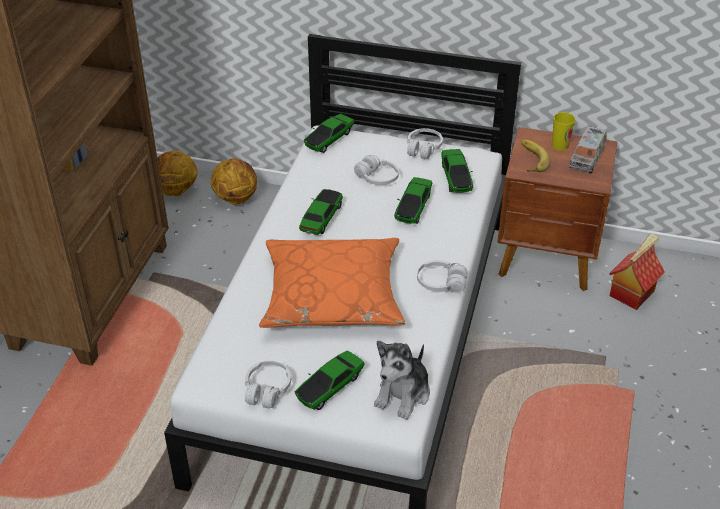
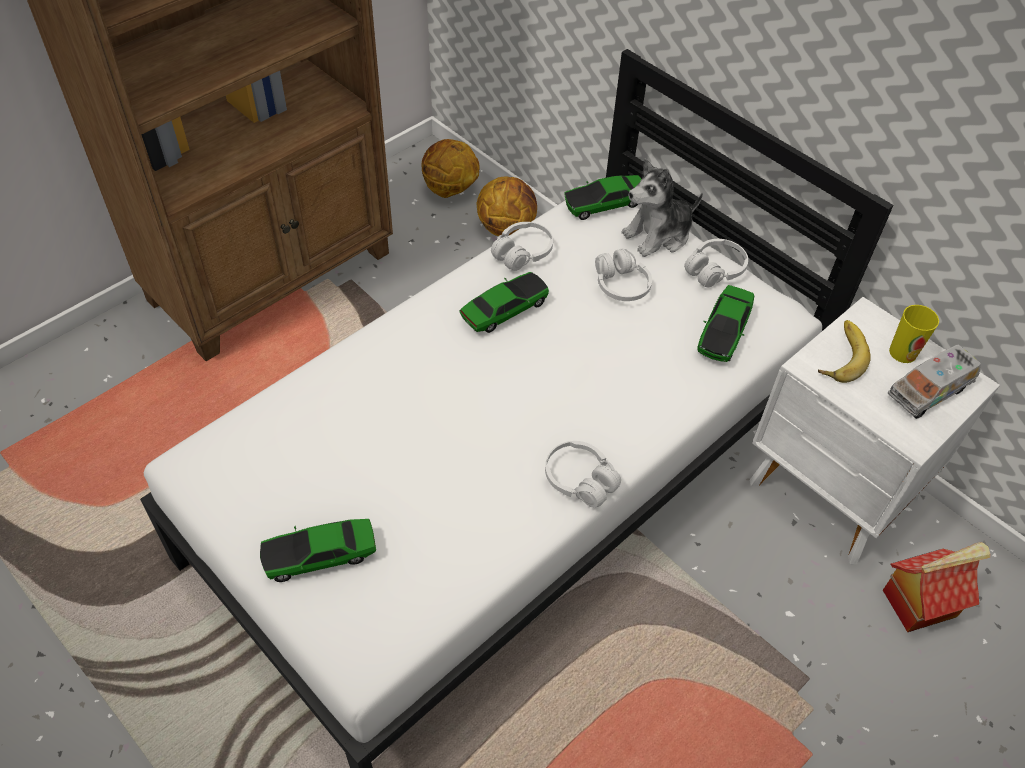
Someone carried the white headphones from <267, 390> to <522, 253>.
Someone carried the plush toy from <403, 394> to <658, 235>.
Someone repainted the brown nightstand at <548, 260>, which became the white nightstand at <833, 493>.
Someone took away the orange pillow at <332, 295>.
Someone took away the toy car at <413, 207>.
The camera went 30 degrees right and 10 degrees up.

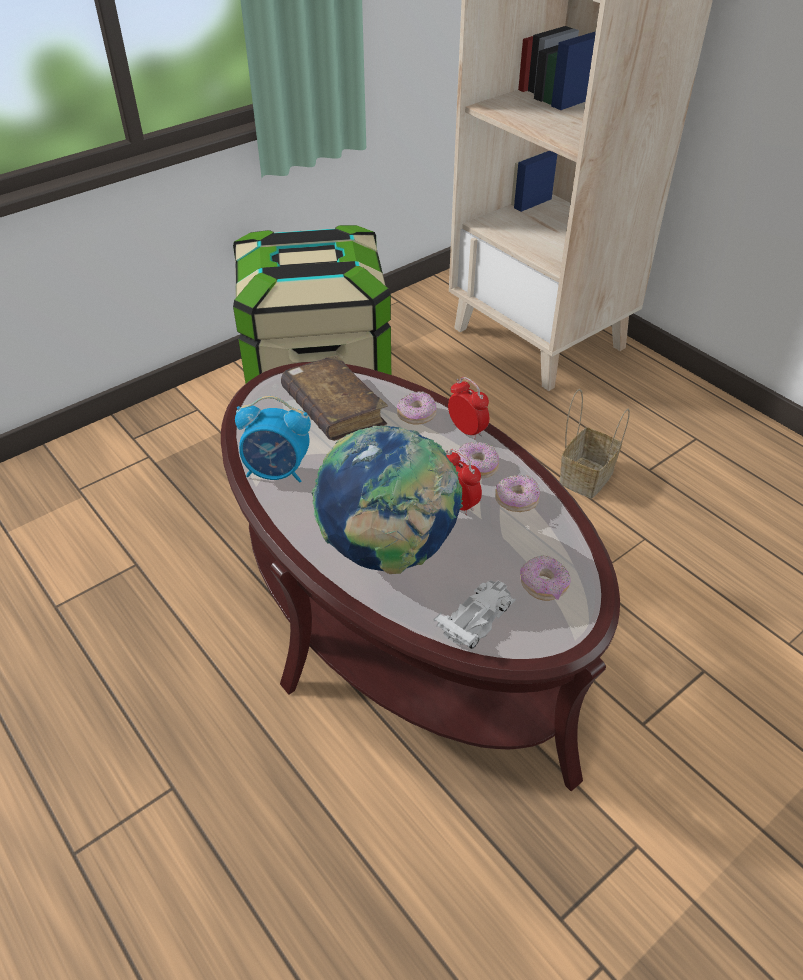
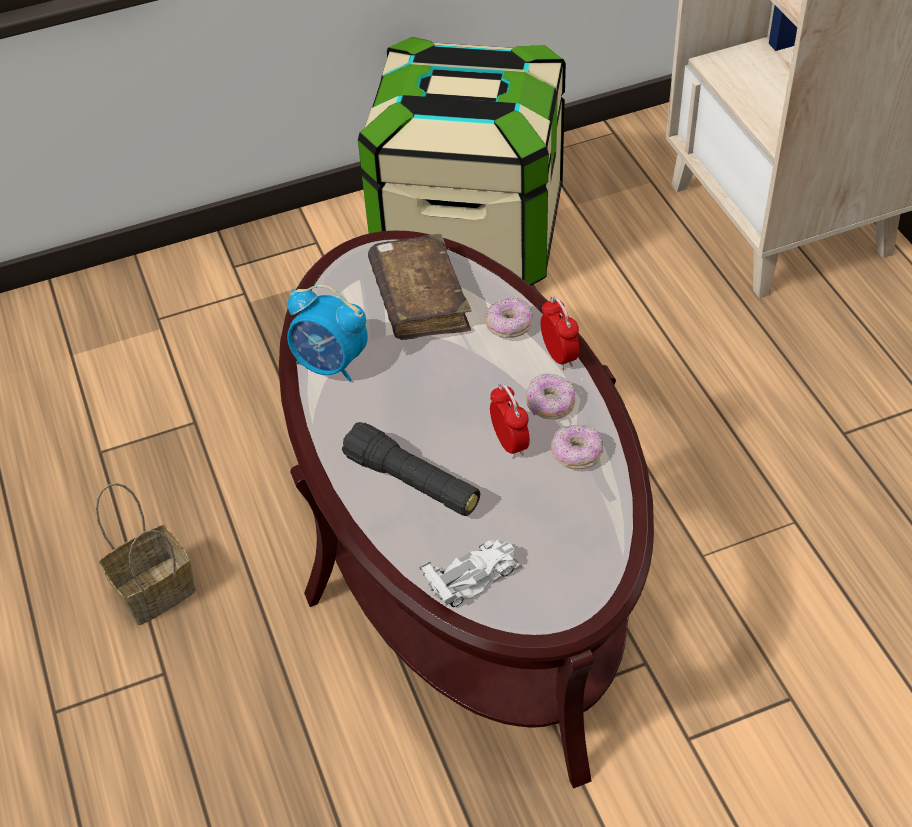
Someone carried the basket from <586, 476> to <157, 588>.
Someone swapped the globe at <388, 552> for the black flashlight at <412, 482>.
Someone took away the donut at <543, 585>.
The camera went 20 degrees right and 5 degrees up.

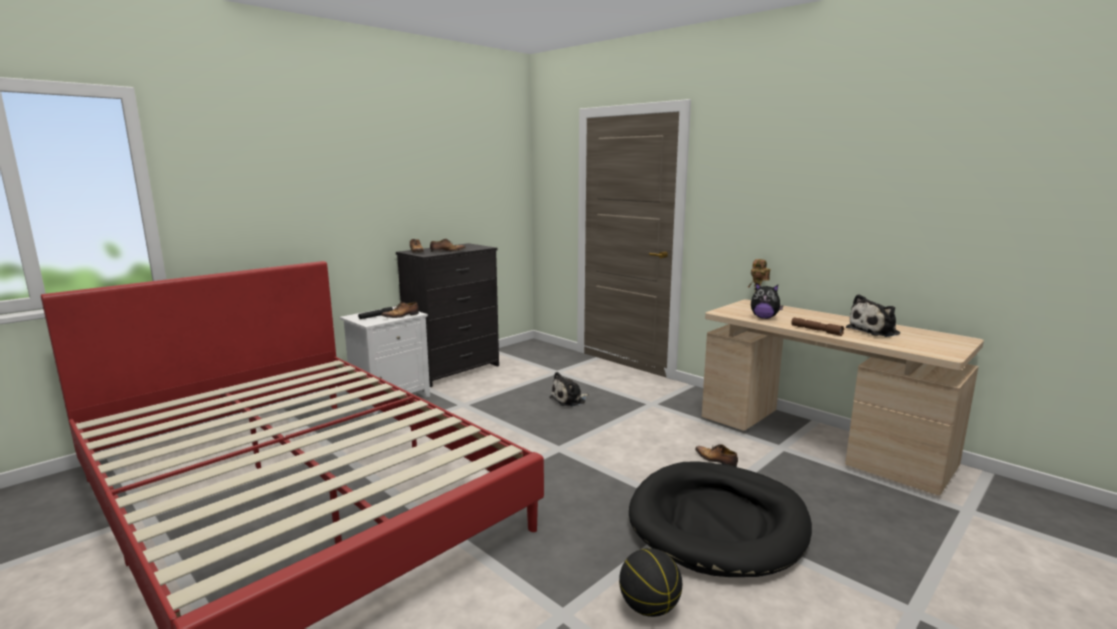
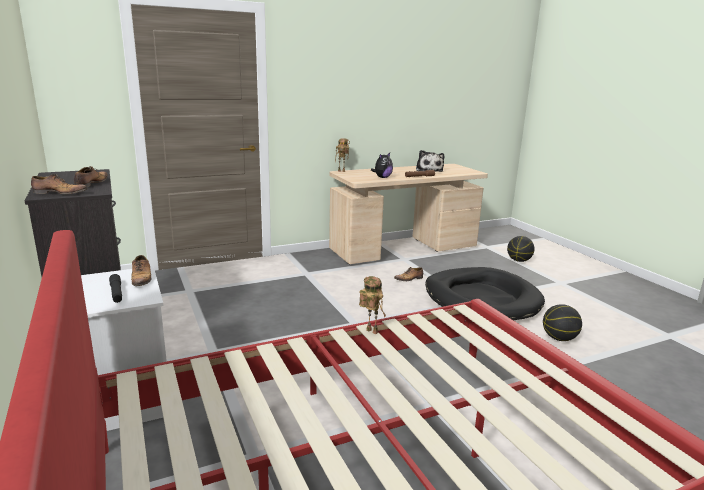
Someone put down the toy robot at <370, 331>.
Someone put down the basketball at <519, 260>.
Someone took away the plush toy at <569, 400>.
The camera went 70 degrees left and 5 degrees up.

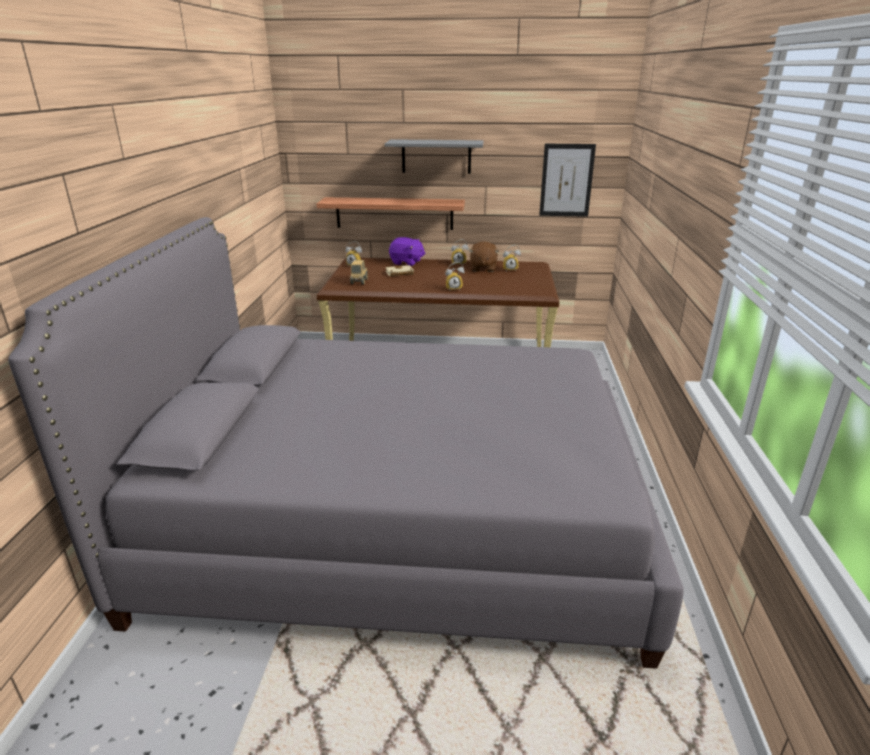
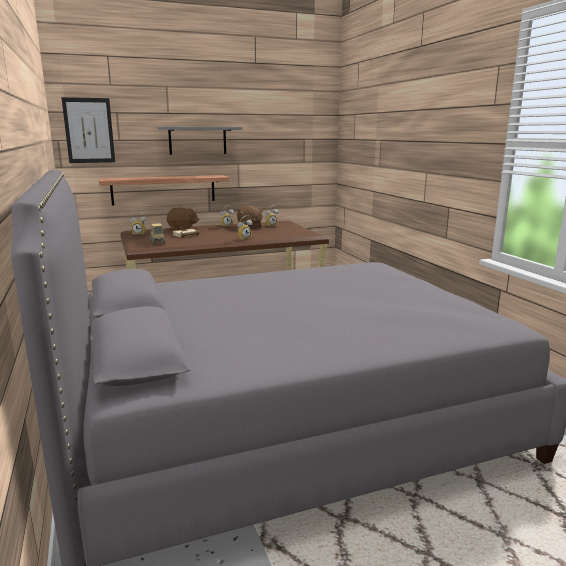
Someone carried the picture from <566, 180> to <89, 130>.
Someone repainted the purple plush toy at <406, 262>, which became the brown plush toy at <182, 229>.
The camera went 25 degrees left and 10 degrees down.

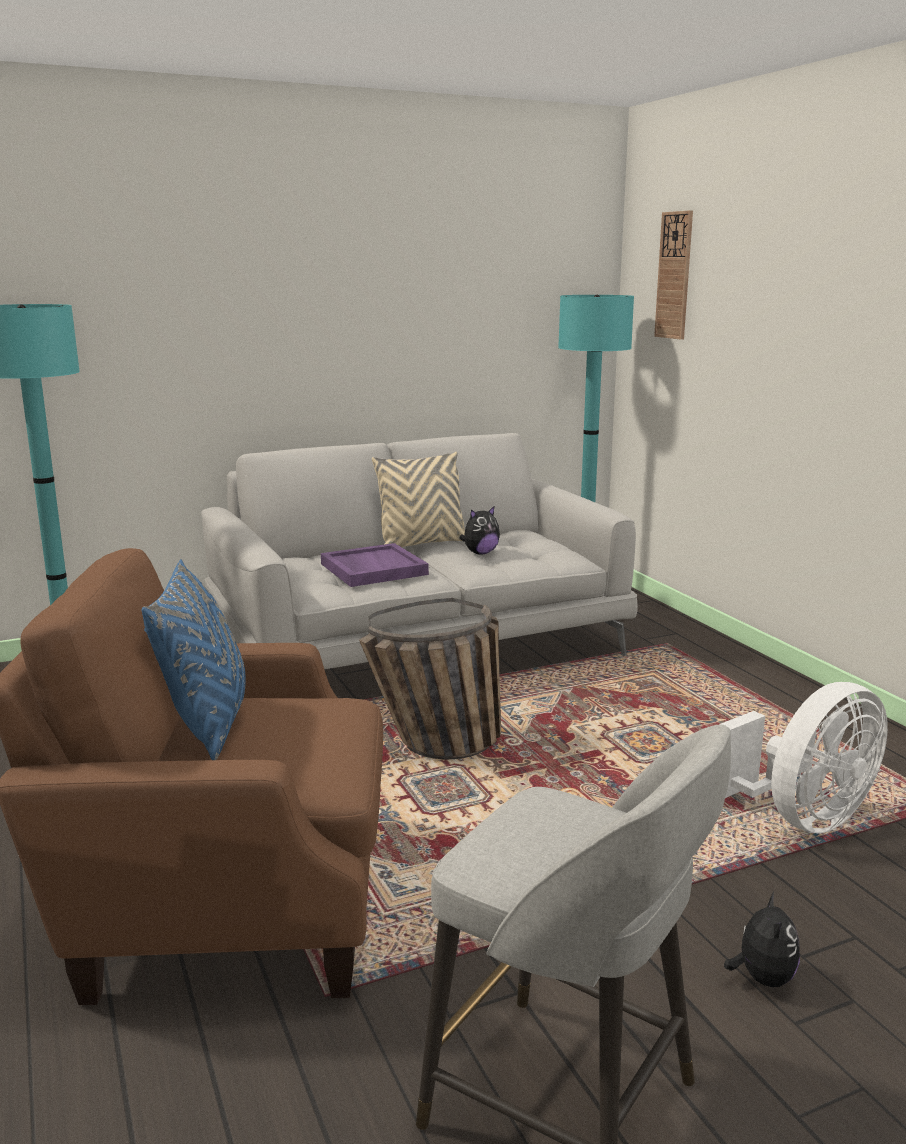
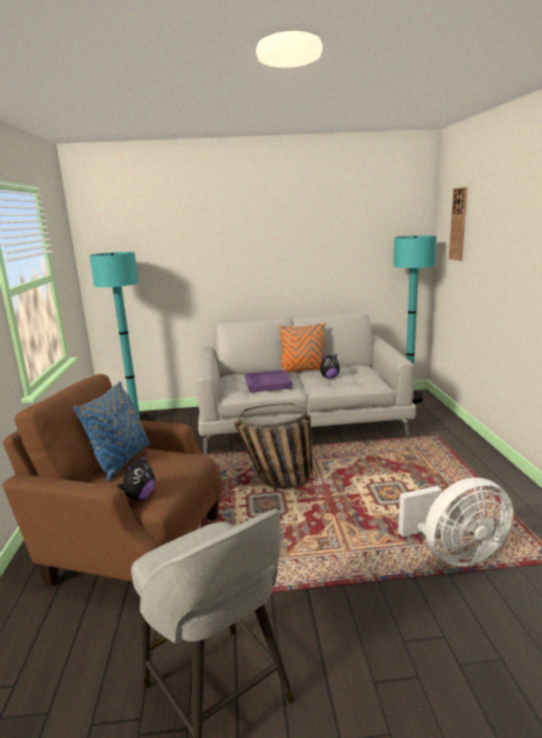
Someone carried the plush toy from <762, 977> to <140, 497>.
Someone repainted the beige pillow at <421, 544>, which became the orange pillow at <303, 370>.
The camera went 20 degrees right and 0 degrees up.

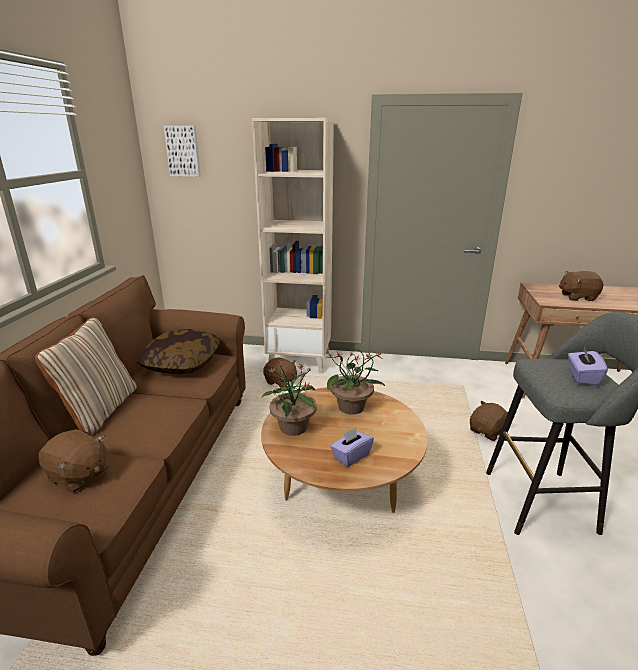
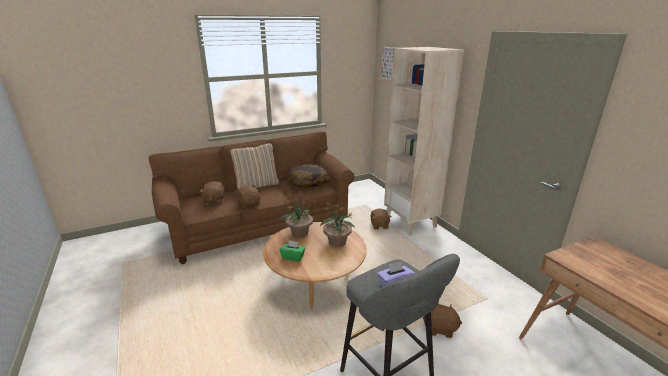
Someone carried the brown plush toy from <577, 297> to <249, 204>.
Someone repainted the purple tissue box at <351, 456>, which became the green tissue box at <293, 257>.
The camera went 55 degrees right and 0 degrees up.

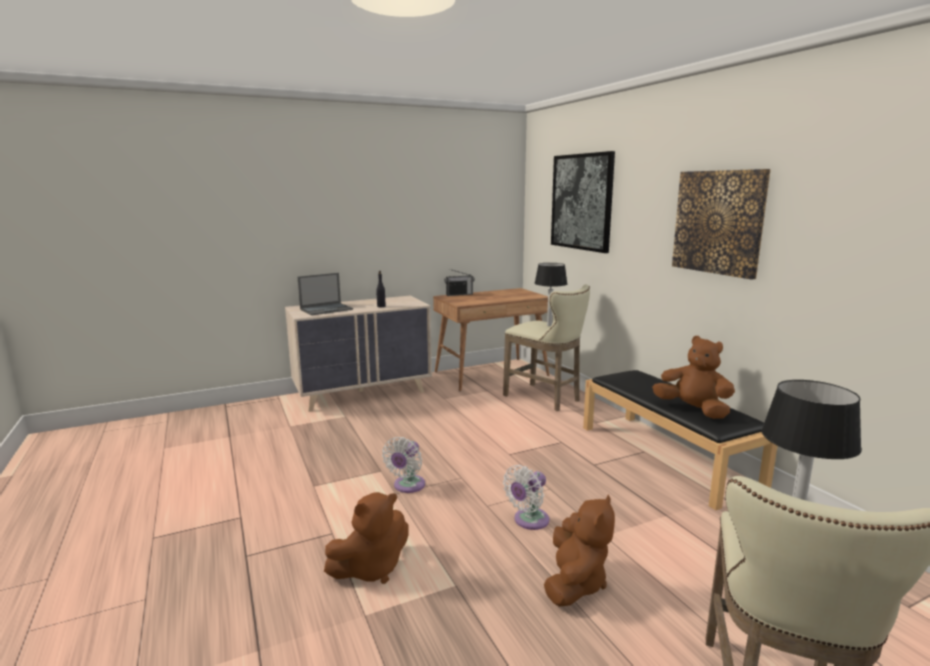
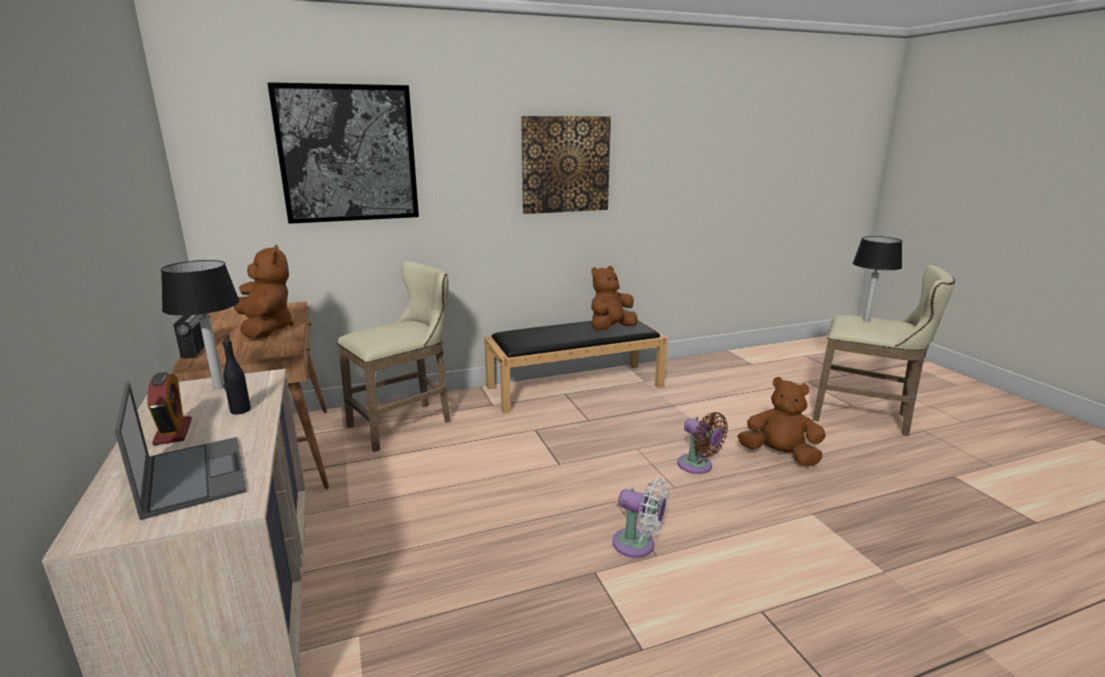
Someone put down the alarm clock at <173, 432>.
Someone carried the table lamp from <549, 325> to <218, 387>.
Someone carried the brown plush toy from <371, 568> to <266, 329>.
Someone repainted the white fan at <528, 521>, which became the brown fan at <698, 466>.
The camera went 85 degrees left and 5 degrees up.

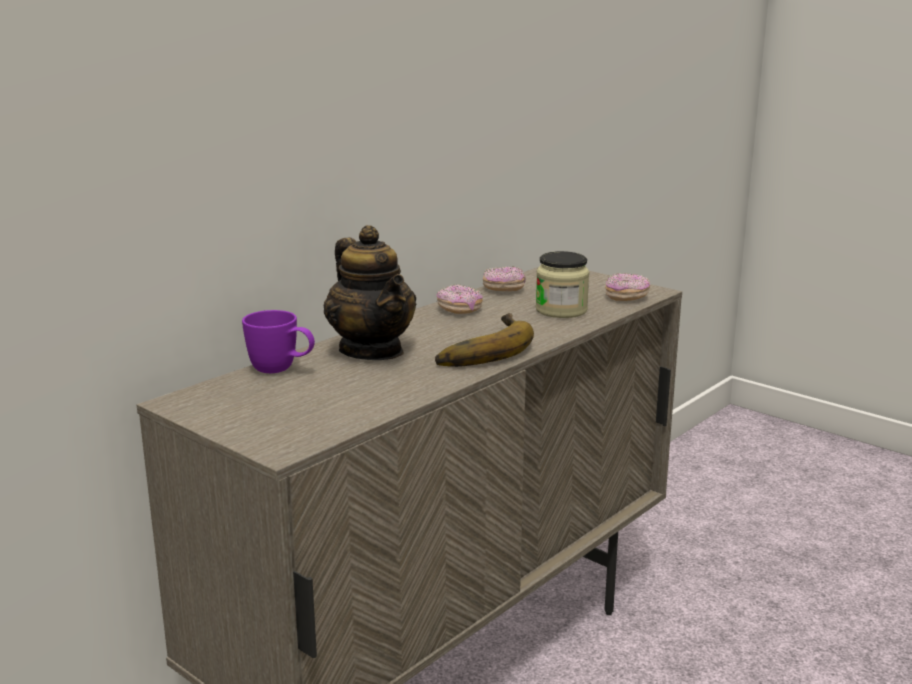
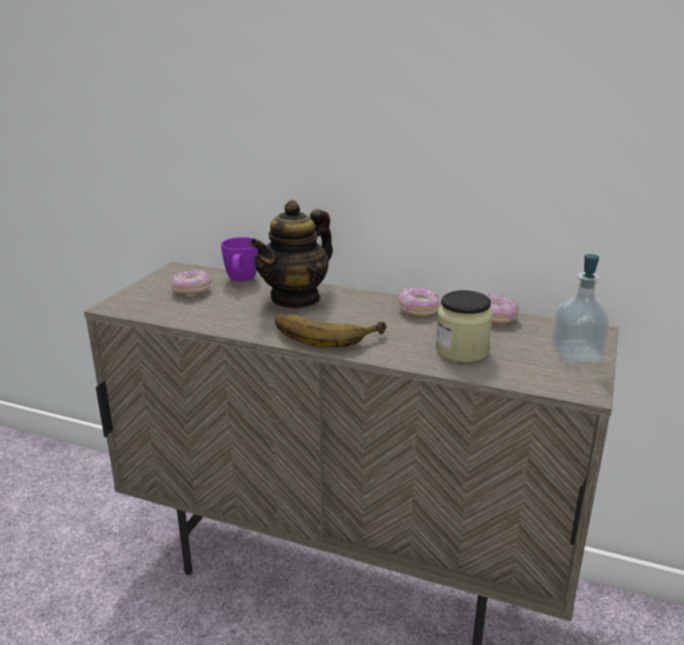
Someone carried the donut from <626, 297> to <191, 291>.
Someone put down the soap dispenser at <576, 354>.
The camera went 70 degrees right and 5 degrees up.

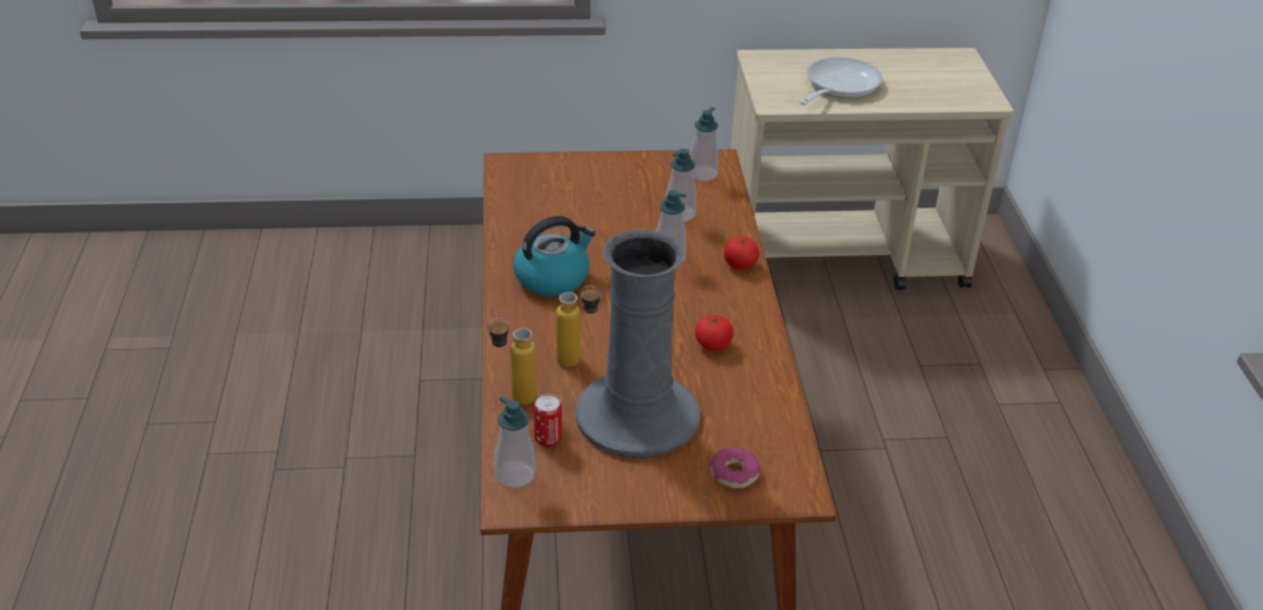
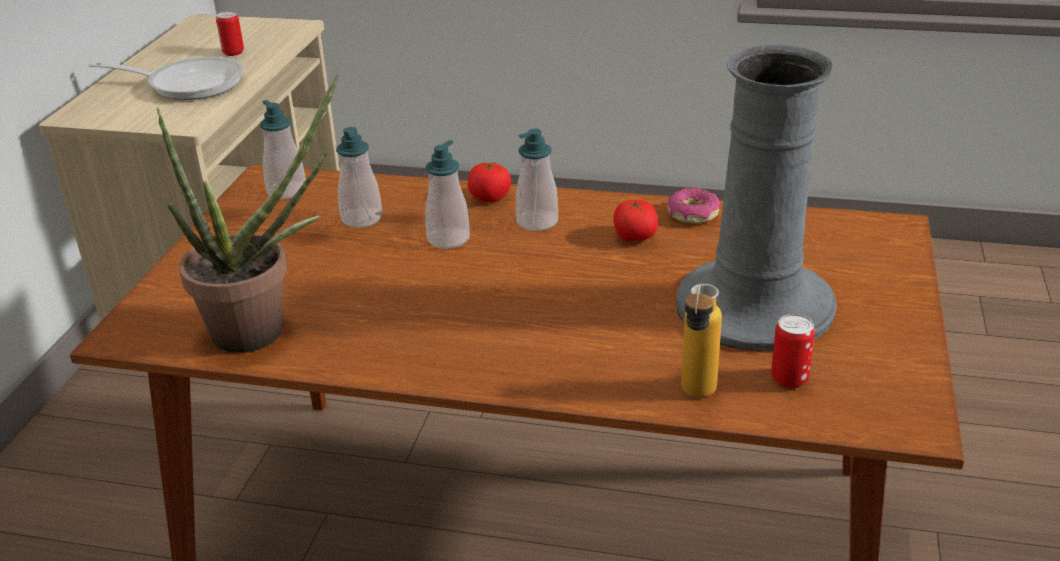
Someone rotated the frying pan at <838, 86> by 135 degrees clockwise.
Someone put down the potted plant at <264, 330>.
Someone put down the can at <233, 52>.
Someone carried the soap dispenser from <515, 475> to <537, 222>.
Someone carried the donut from <733, 474> to <692, 214>.
Someone took away the kettle at <553, 278>.
Someone took away the bottle at <578, 361>.
The camera went 70 degrees left and 5 degrees down.

